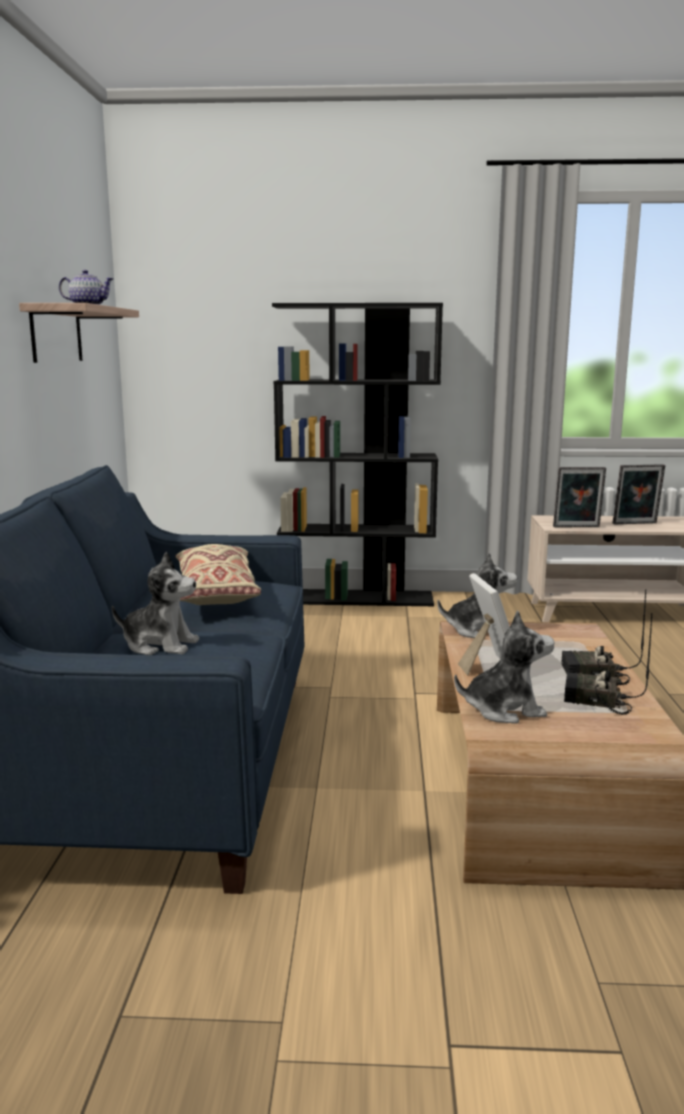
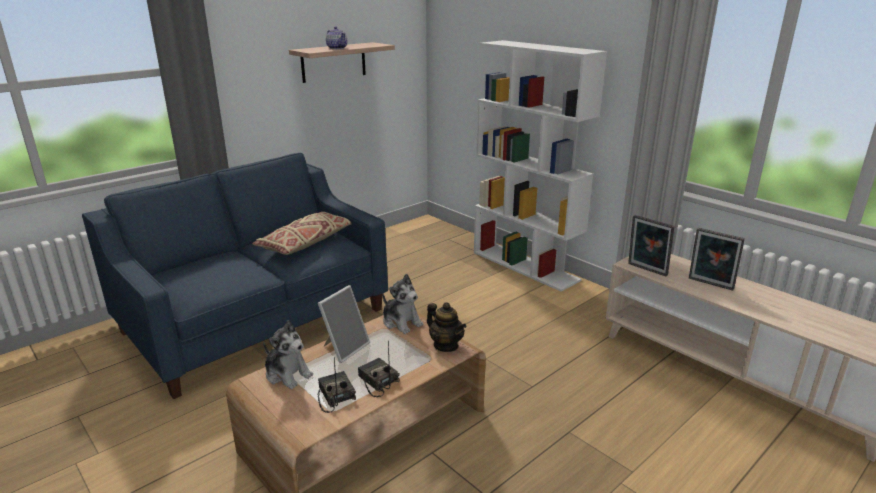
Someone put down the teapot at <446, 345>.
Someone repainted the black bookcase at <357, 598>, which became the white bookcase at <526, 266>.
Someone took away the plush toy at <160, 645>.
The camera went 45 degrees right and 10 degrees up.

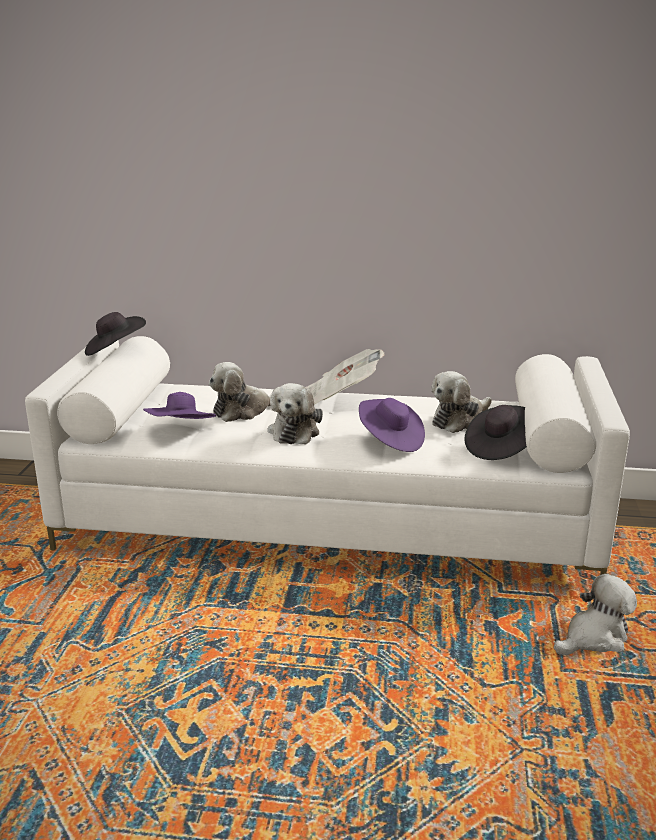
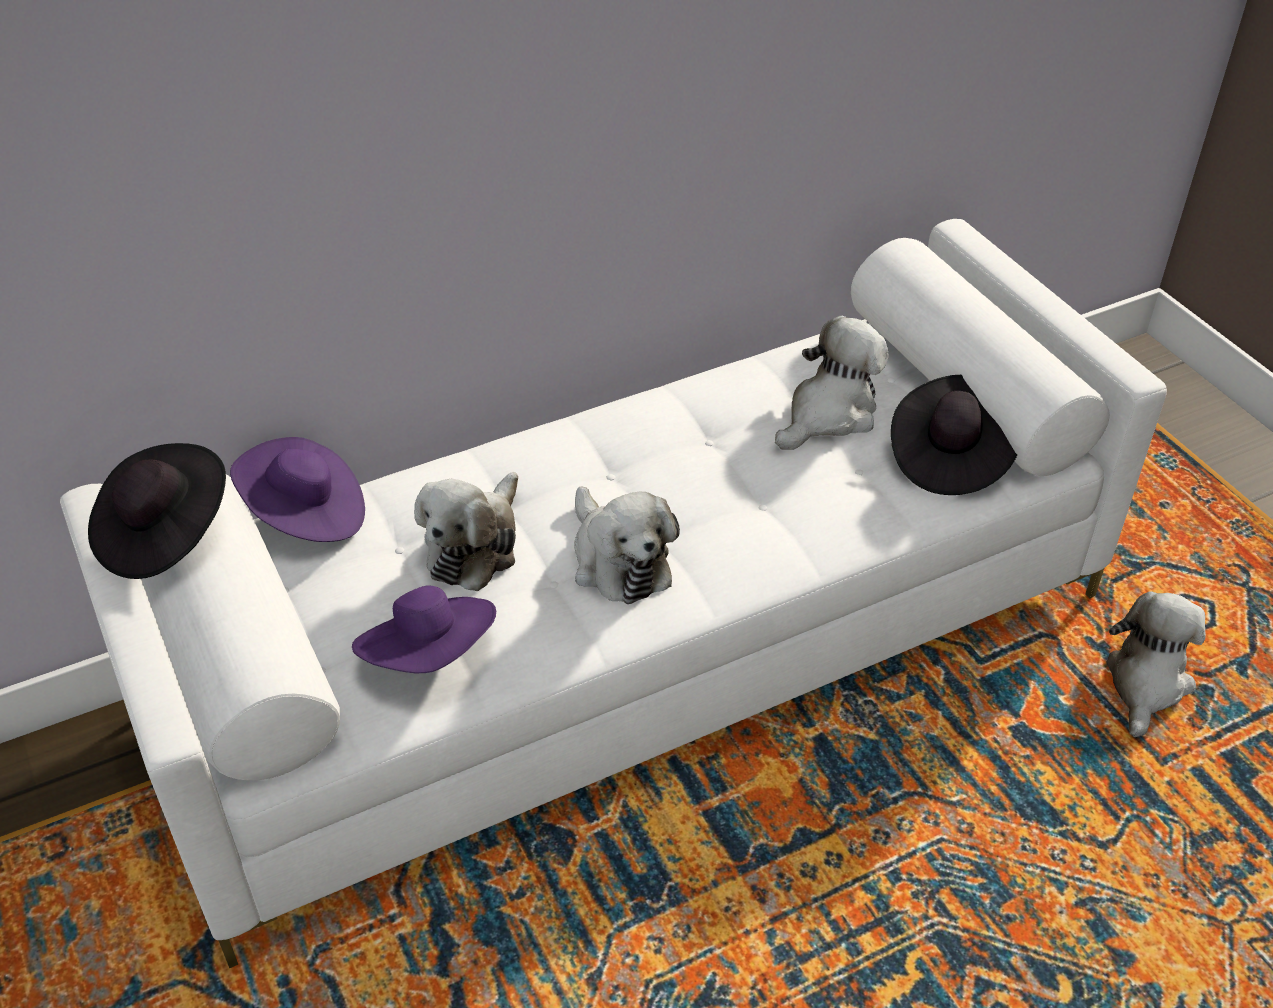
Someone carried the purple hat from <390, 440> to <306, 515>.
Someone rotated the plush toy at <459, 420> by 150 degrees counterclockwise.
Someone took away the newspaper at <340, 397>.
The camera went 35 degrees left and 20 degrees up.

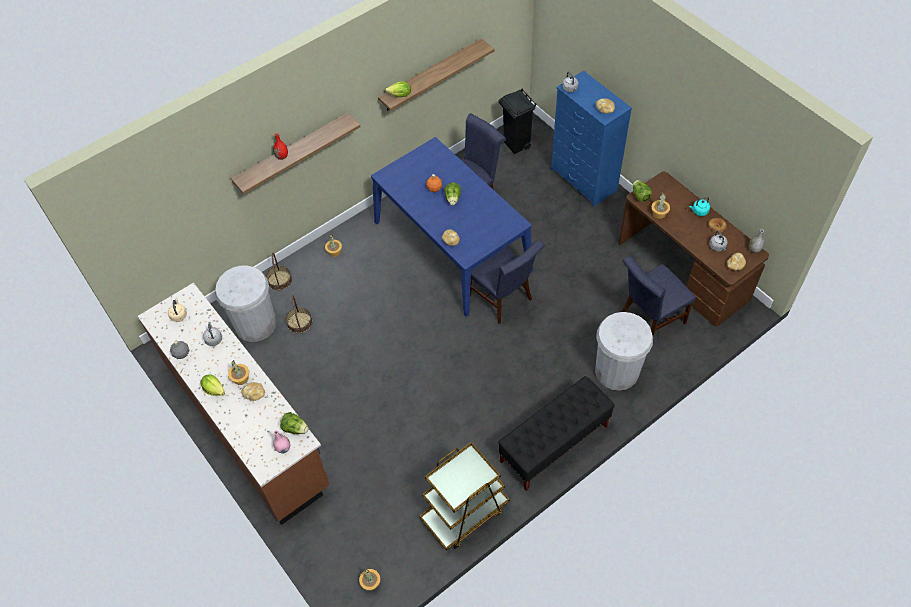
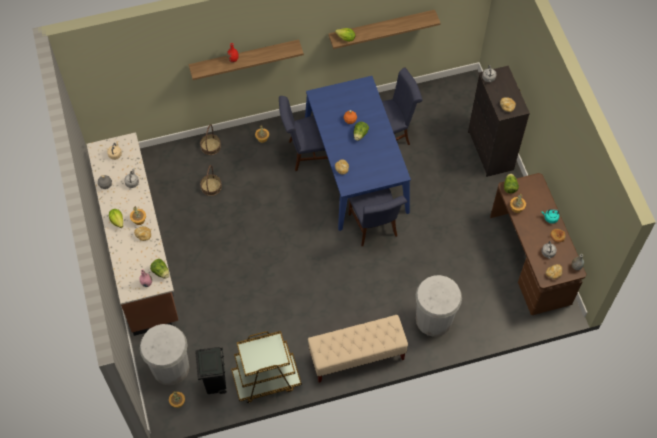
Someone carried the white trash can from <255, 324> to <170, 367>.
Someone carried the black trash can from <516, 145> to <215, 384>.
Someone carried the blue chair from <649, 320> to <307, 153>.
Someone repainted the black bench at <554, 444>, which became the beige bench at <356, 356>.
Someone repainted the blue dresser at <583, 181>, which became the black dresser at <490, 151>.
The camera went 20 degrees right and 5 degrees up.

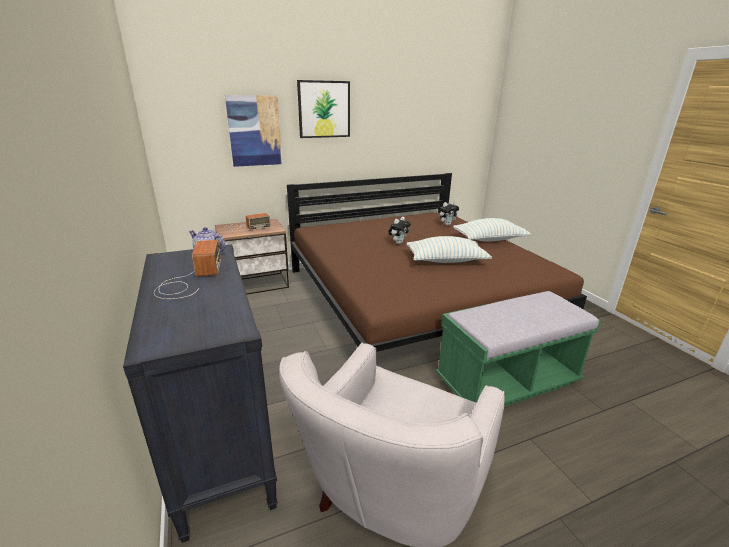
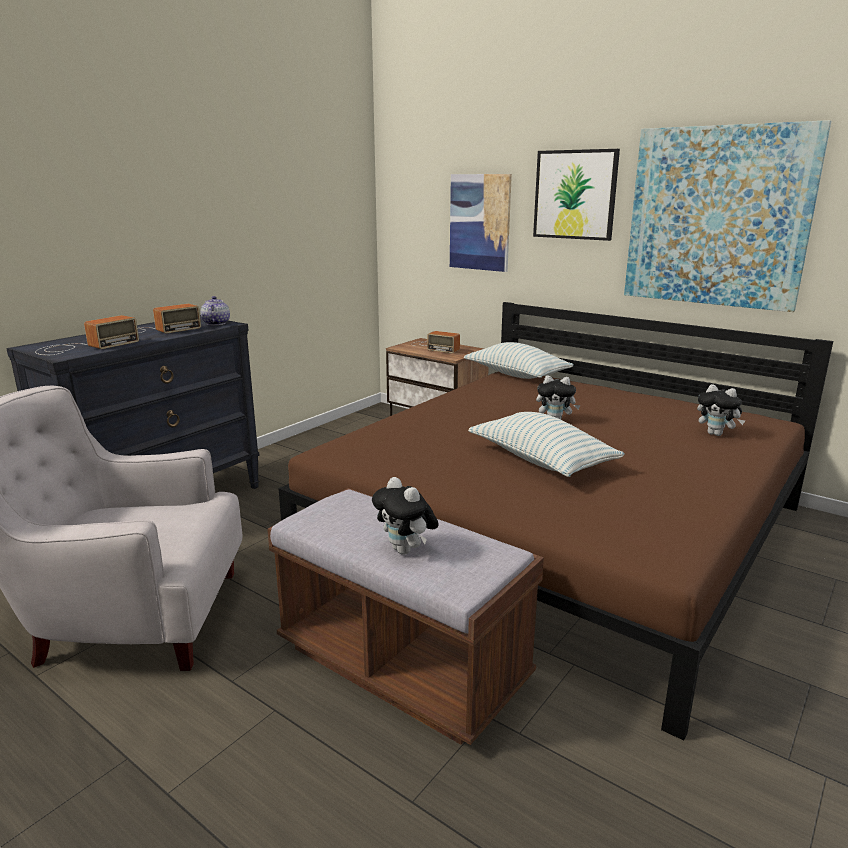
Someone put down the radio at <84, 347>.
Someone repainted the green bench at <506, 382>, which became the brown bench at <402, 665>.
Someone put down the plush toy at <406, 550>.
Someone carried the pillow from <489, 240> to <516, 375>.
Someone put up the picture at <717, 217>.
The camera went 60 degrees right and 5 degrees down.

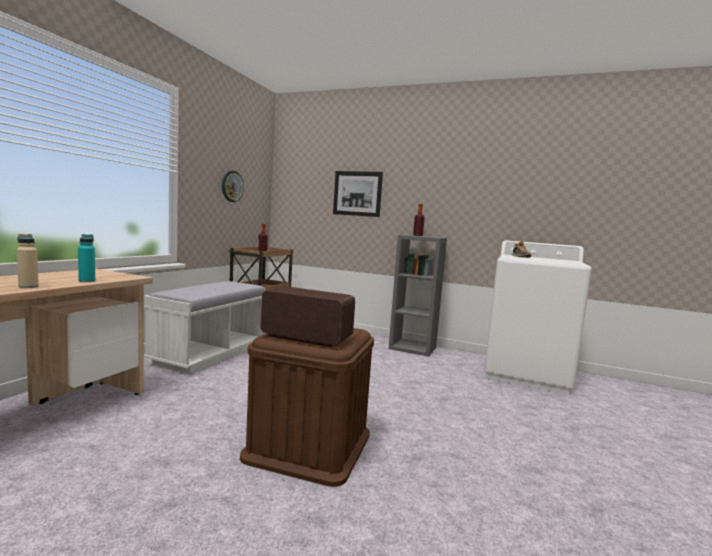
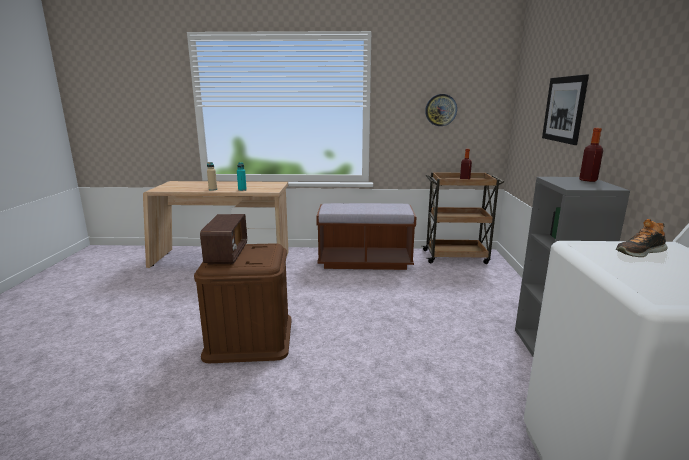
Someone repainted the white bench at <209, 354>, which became the brown bench at <365, 262>.
The camera went 70 degrees right and 10 degrees up.

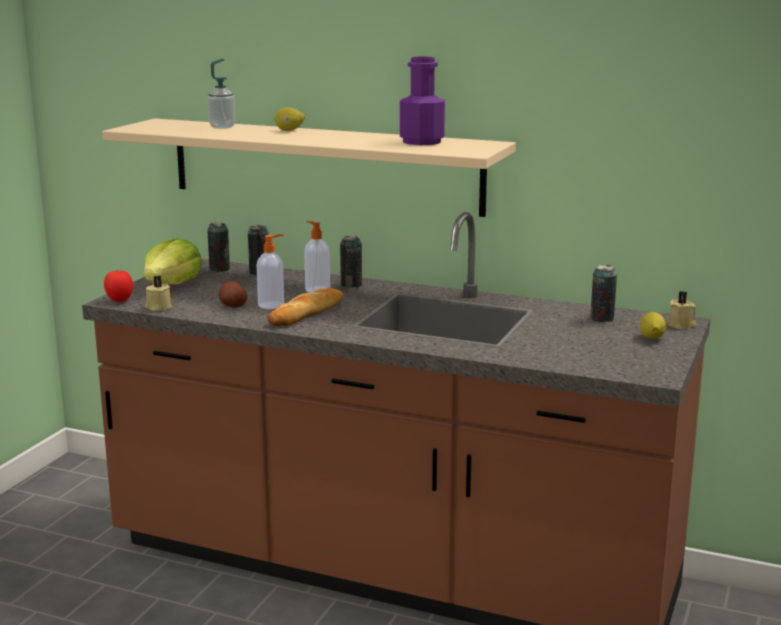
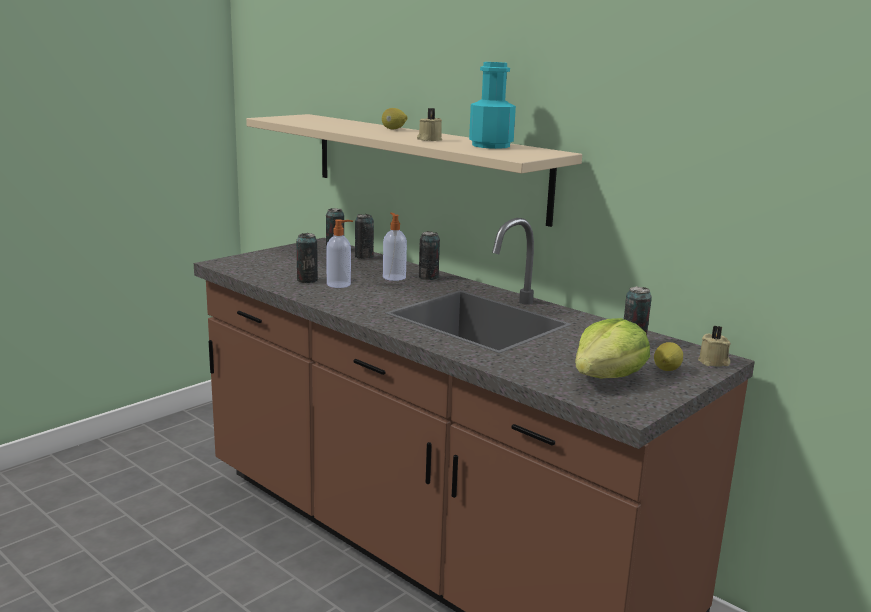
Someone swapped the potato at <233, 305> for the can at <307, 280>.
Someone carried the beige candle from <158, 307> to <429, 140>.
Someone repainted the purple bottle at <422, 141>, which became the turquoise bottle at <491, 145>.
Someone carried the lettuce from <172, 285> to <607, 377>.
Someone took away the tomato at <120, 301>.
Someone took away the soap dispenser at <222, 127>.
Someone took away the bread at <307, 313>.
The camera went 20 degrees right and 0 degrees up.

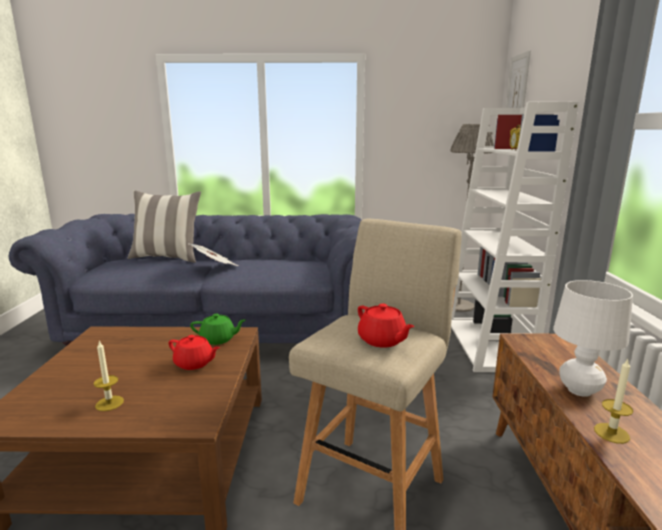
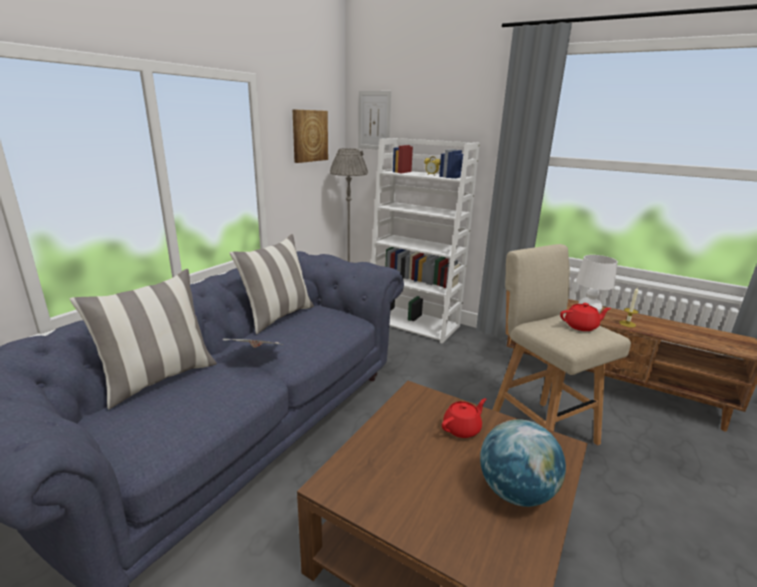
Someone put down the pillow at <278, 316>.
Someone put up the picture at <309, 136>.
Someone swapped the candle at <109, 403> for the globe at <516, 492>.
Someone took away the green teapot at <218, 339>.
The camera went 60 degrees left and 5 degrees up.

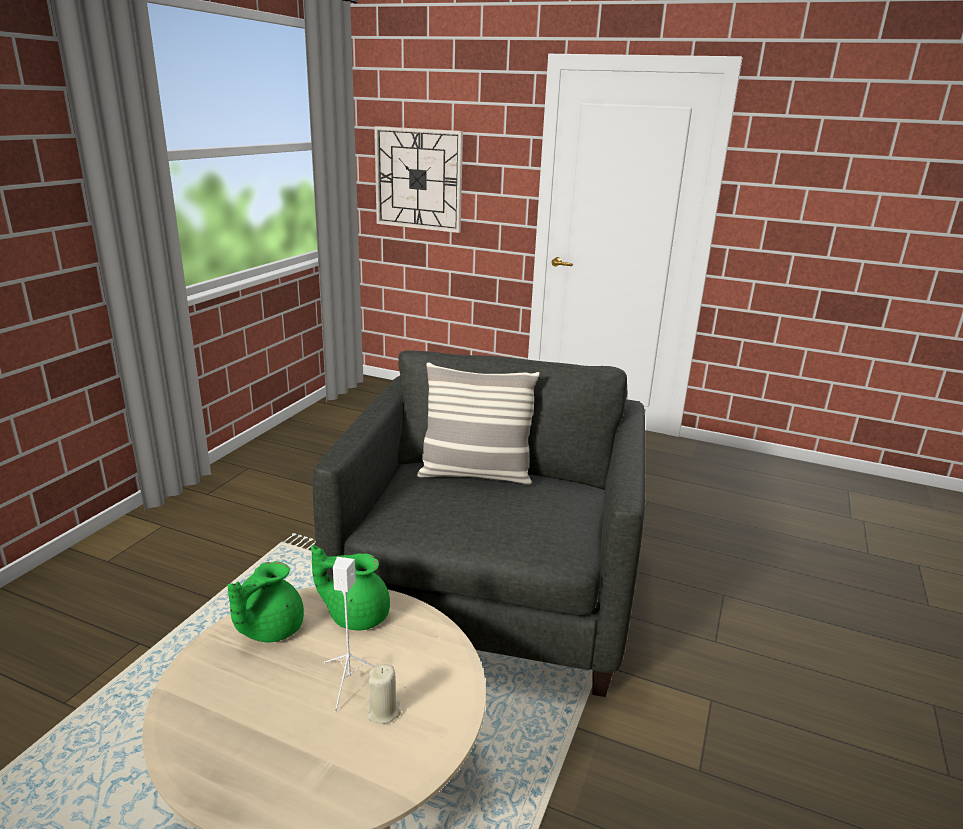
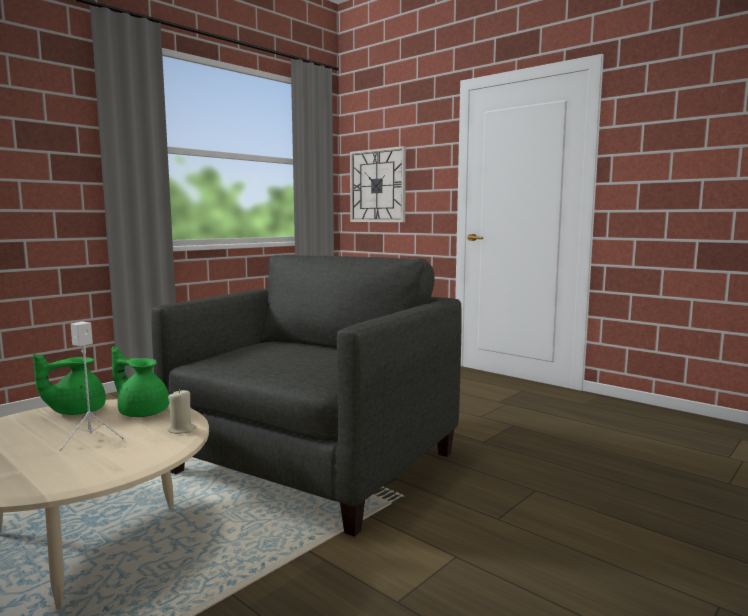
Someone carried the beige candle from <383, 711> to <182, 430>.
Someone took away the pillow at <475, 475>.
The camera went 20 degrees right and 15 degrees down.

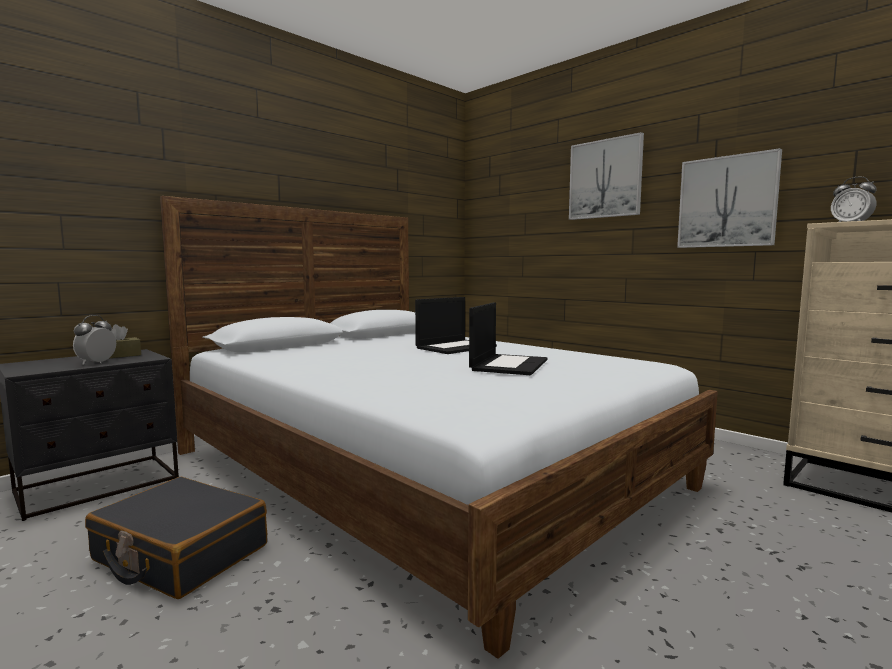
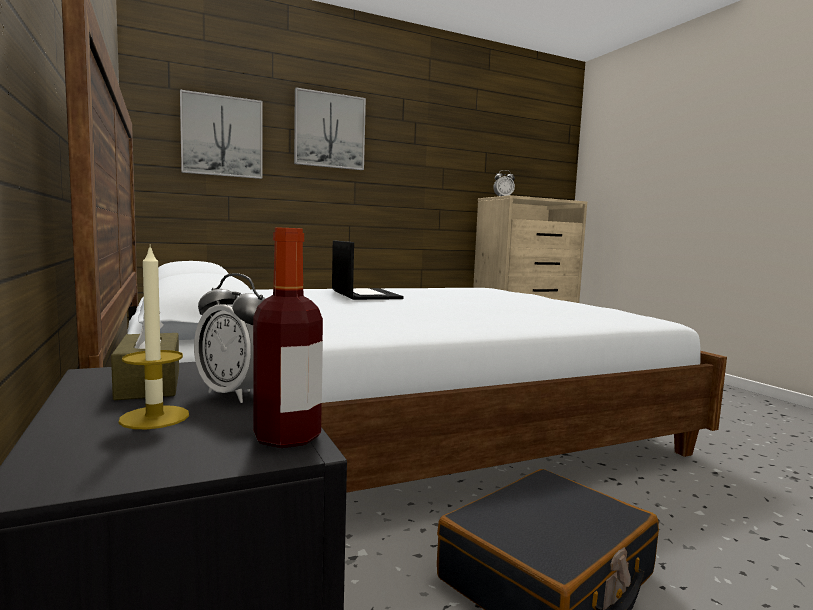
Someone put down the candle at <154, 417>.
Someone carried the picture from <727, 202> to <222, 136>.
Someone put down the bottle at <287, 437>.
Someone took away the laptop at <509, 365>.
The camera went 70 degrees left and 0 degrees up.

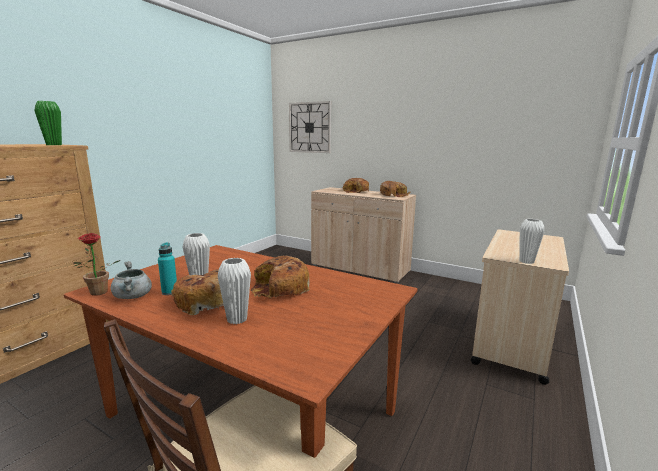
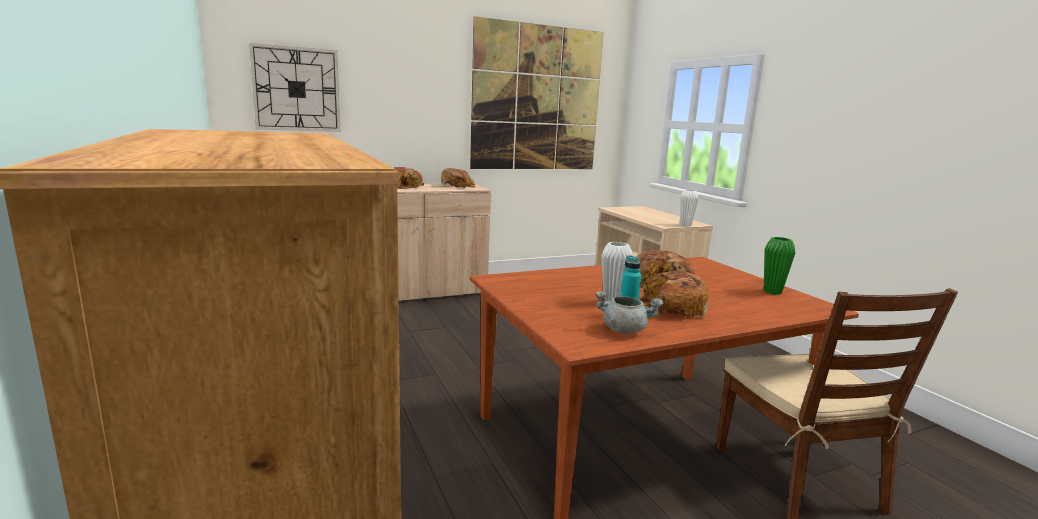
Someone put up the picture at <537, 99>.
Someone carried the green vase from <54, 145> to <772, 292>.
Someone took away the potted plant at <98, 294>.
Someone took away the white vase at <237, 319>.
The camera went 55 degrees left and 0 degrees up.

